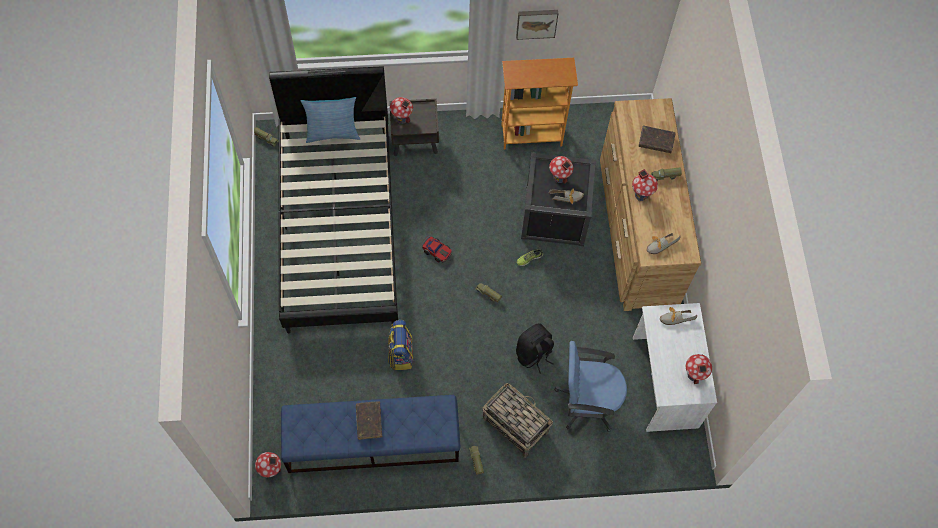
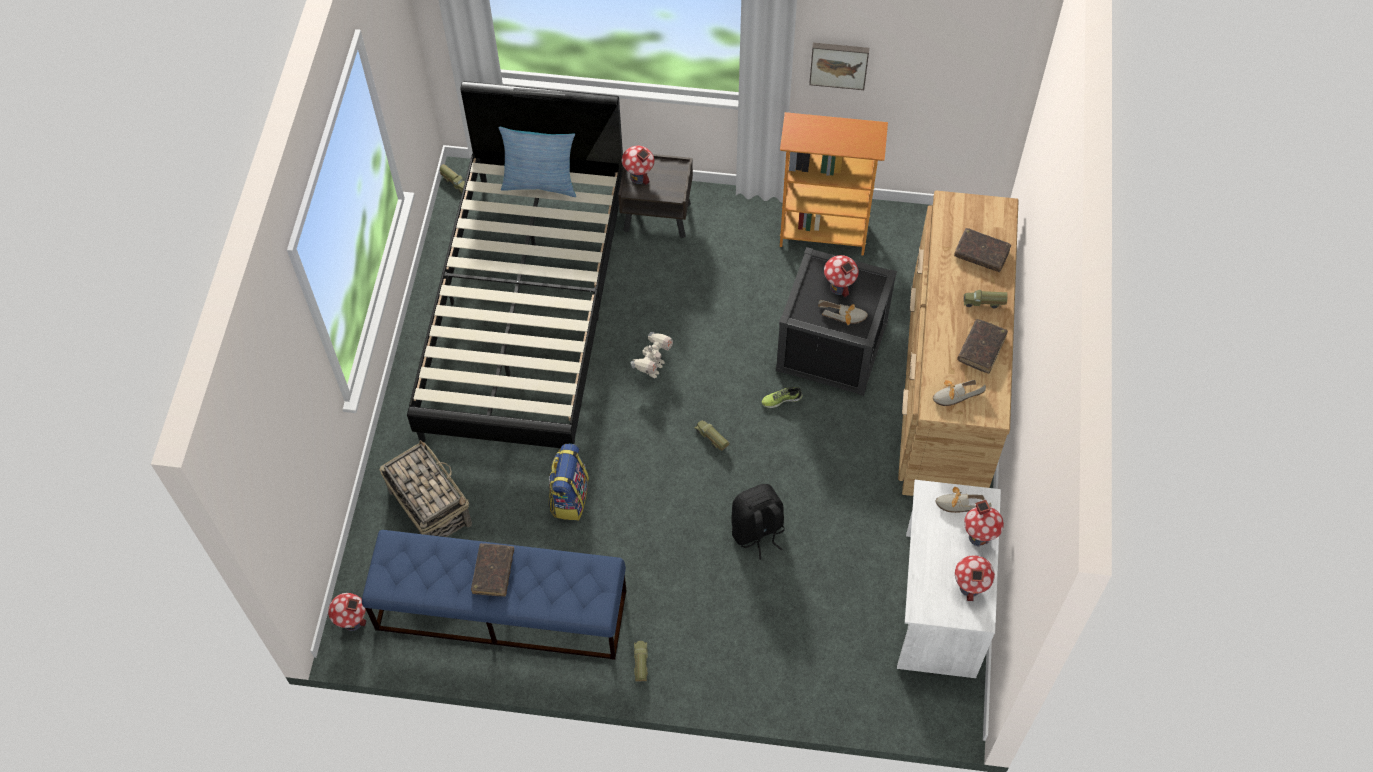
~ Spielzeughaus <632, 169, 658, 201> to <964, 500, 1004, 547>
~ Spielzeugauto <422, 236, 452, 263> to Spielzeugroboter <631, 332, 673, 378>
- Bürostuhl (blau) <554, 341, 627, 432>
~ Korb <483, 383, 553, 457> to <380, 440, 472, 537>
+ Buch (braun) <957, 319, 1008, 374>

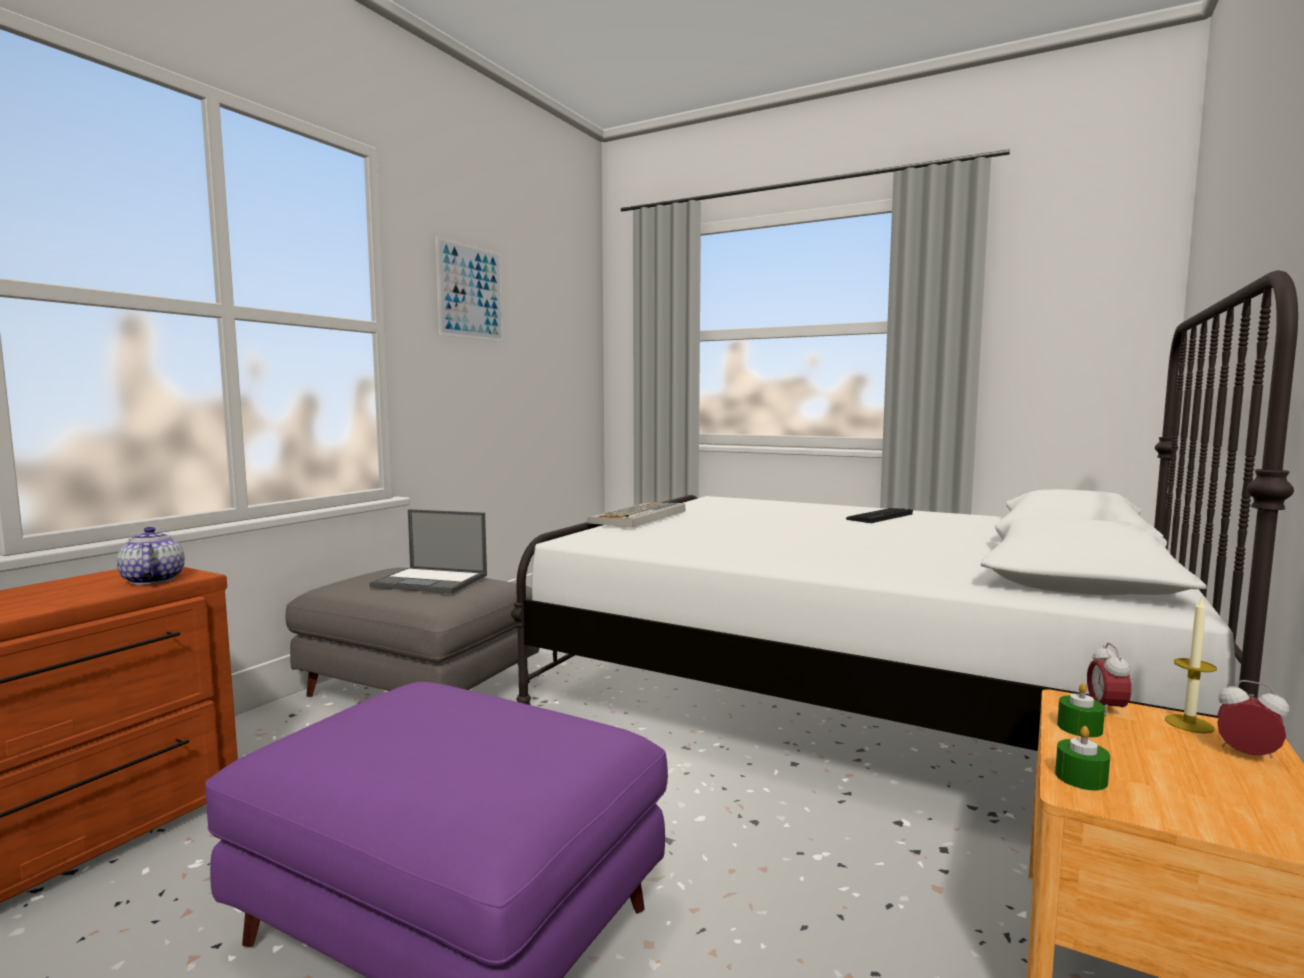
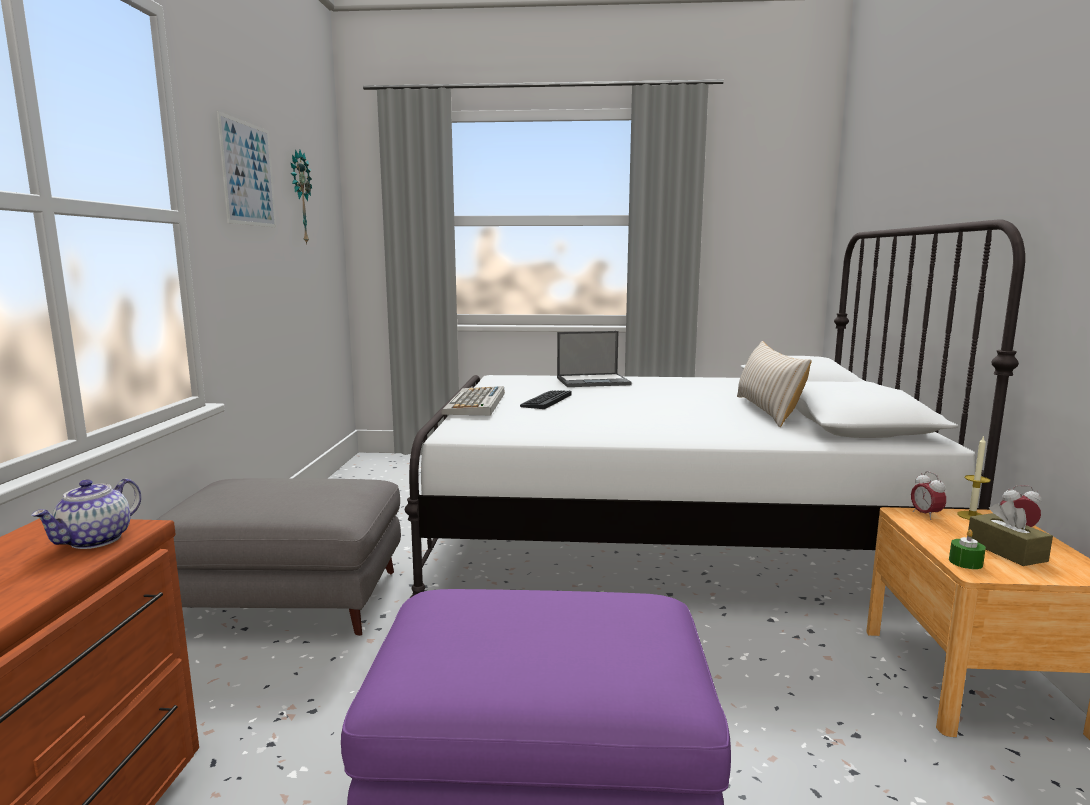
~ Tastatur <846, 508, 913, 523> to <520, 390, 571, 409>
~ Laptop <369, 509, 487, 594> to <557, 331, 632, 387>
~ Teekanne <117, 527, 185, 585> = <31, 478, 141, 549> 105 degrees counterclockwise
- Kerze (grün) <1057, 683, 1105, 738>
+ Wanduhr <291, 149, 312, 245>
+ Kissen (beige) <737, 341, 812, 427>
+ Taschentuchbox (braun) <968, 500, 1053, 566>

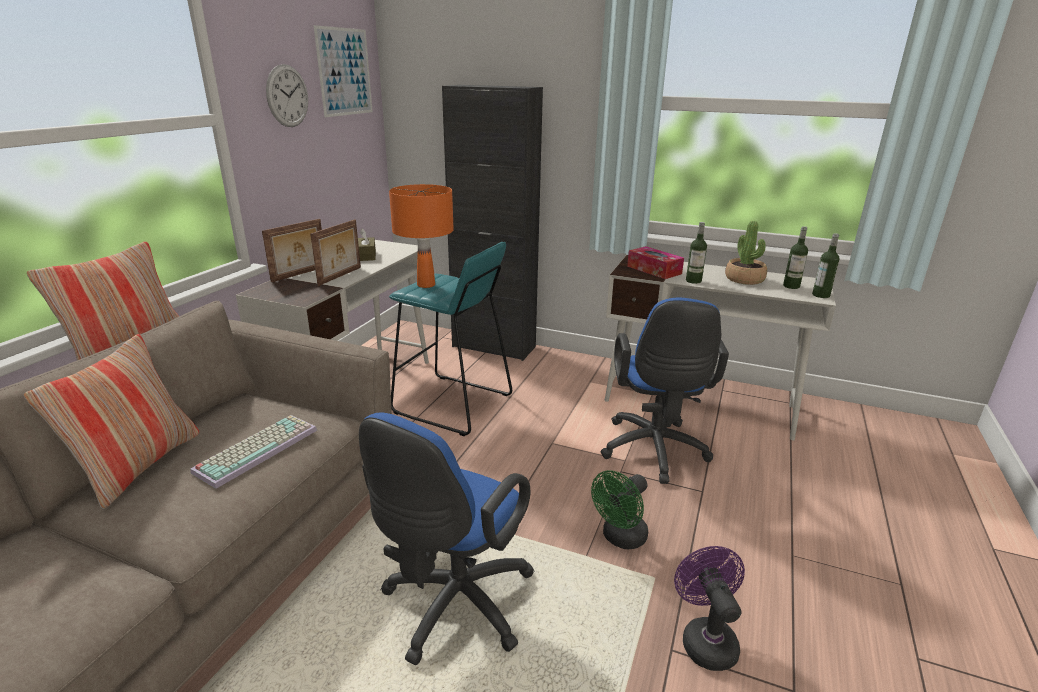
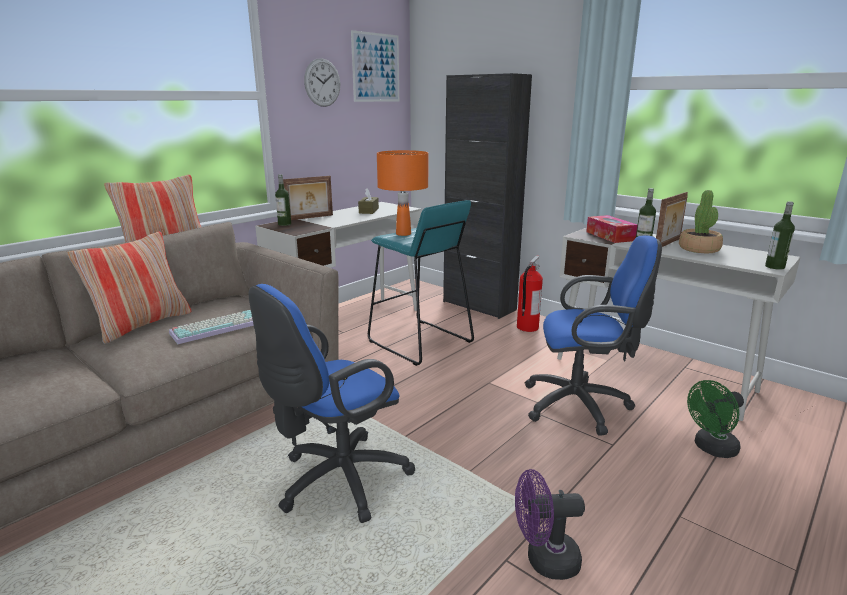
~ Bilderrahmen <310, 219, 361, 286> to <656, 192, 688, 247>
~ Flasche <783, 226, 808, 289> to <275, 174, 291, 226>
~ Bürostuhl (blau) <601, 298, 729, 484> = <525, 235, 662, 436> 105 degrees counterclockwise
~ Ventilator (grün) <591, 470, 648, 549> to <687, 380, 744, 458>
~ Ventilator (lila) <674, 546, 745, 671> = <515, 469, 585, 580> 105 degrees counterclockwise
+ Feuerlöscher <517, 255, 543, 332>

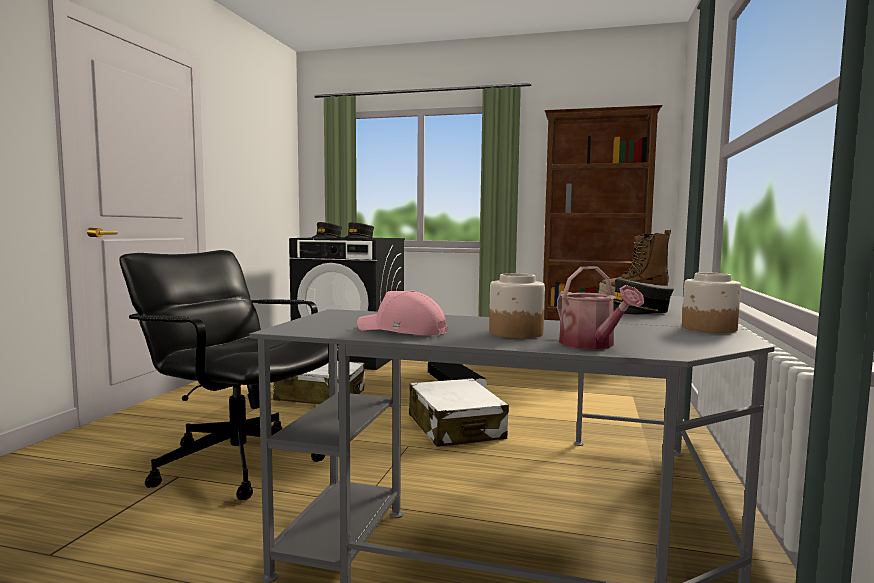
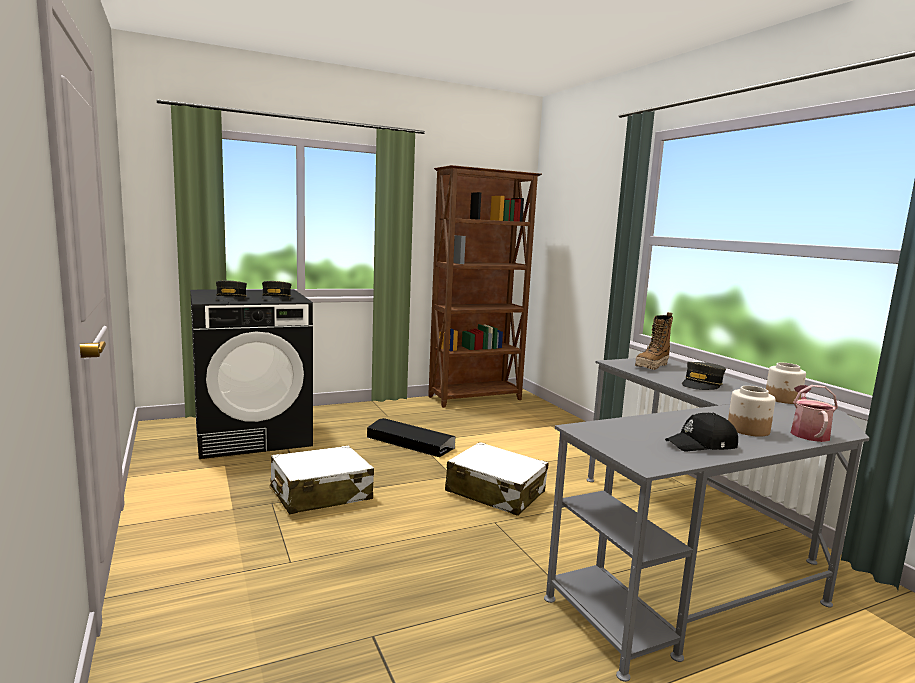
- Bürostuhl (schwarz) <119, 250, 338, 500>
~ Gießkanne <557, 266, 644, 349> = <791, 385, 838, 442> 105 degrees counterclockwise
~ Kappe (rosa) <357, 290, 448, 335> to Kappe (schwarz) <665, 413, 738, 452>

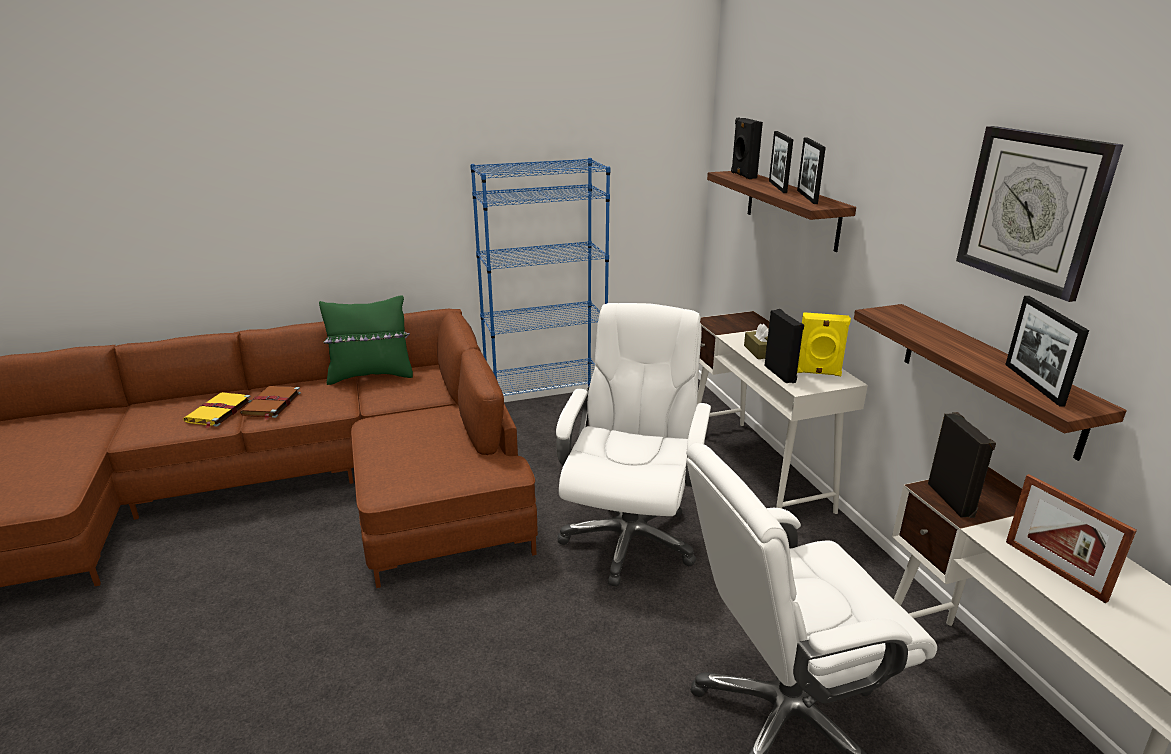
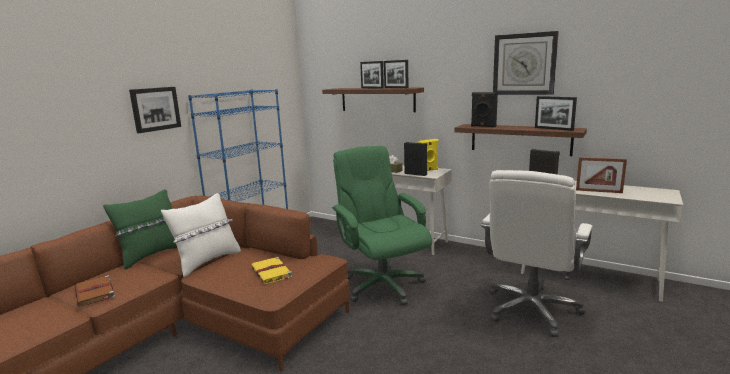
~ Lautsprecher (schwarz) <731, 118, 763, 179> to <471, 92, 498, 127>
~ Bürostuhl (weiß) <556, 303, 711, 587> to Bürostuhl (grün) <332, 146, 432, 305>
~ Buch (gelb) <183, 392, 252, 428> to <251, 257, 293, 284>
+ Bild <129, 87, 181, 133>
+ Kissen (weiß) <161, 193, 241, 277>

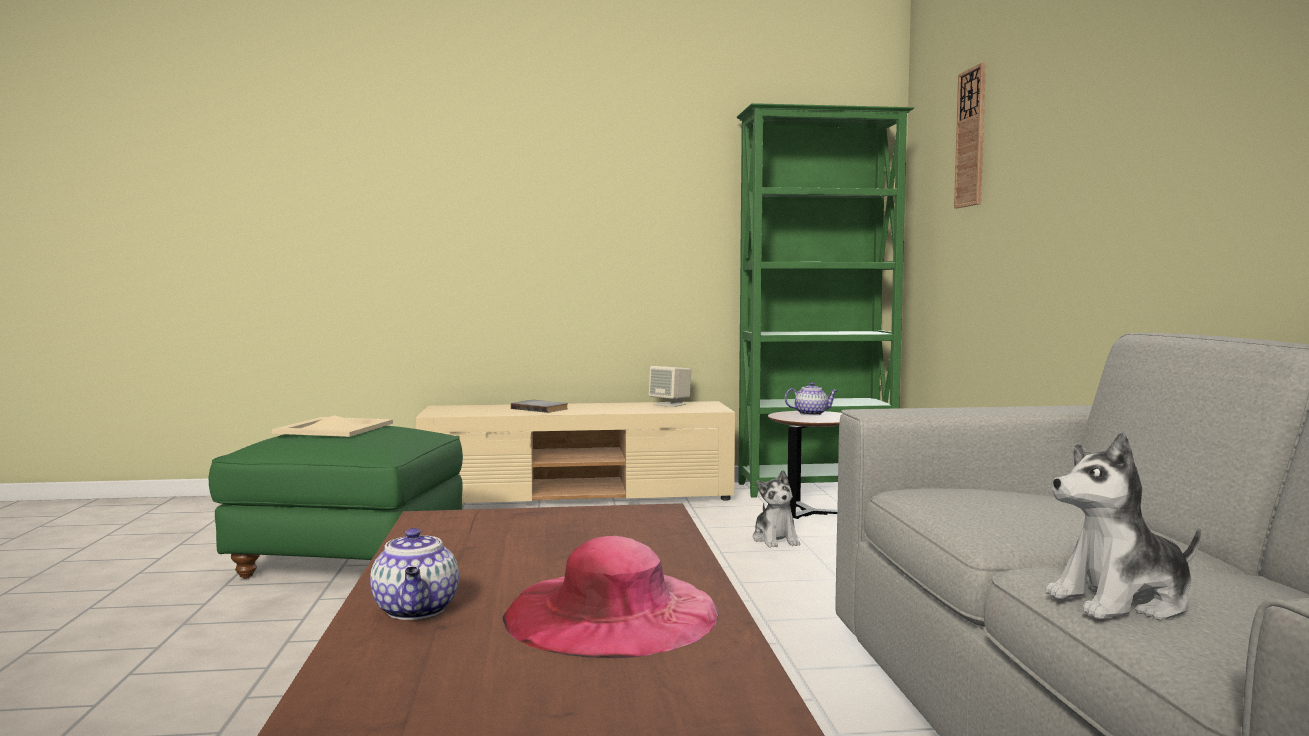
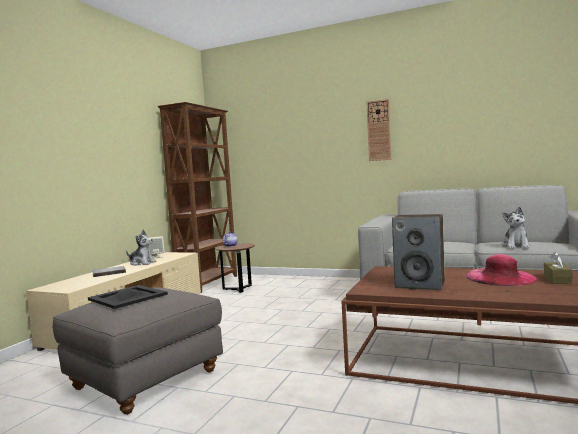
~ Wanduhr <954, 62, 986, 208> to <366, 99, 391, 161>
~ Bücherregal (grün) <736, 103, 914, 498> to Bücherregal (braun) <158, 102, 237, 293>
~ Tablett (beige) <272, 415, 393, 437> to Tablett (schwarz) <88, 285, 168, 309>
~ Polsterhocker (grün) <209, 426, 463, 579> to Polsterhocker (grau) <53, 287, 223, 415>
~ Plüschtier <753, 470, 800, 548> to <126, 230, 157, 266>
- Teekanne <370, 528, 459, 620>
+ Lautsprecher <392, 214, 445, 290>
+ Taschentuchbox (braun) <544, 252, 573, 284>

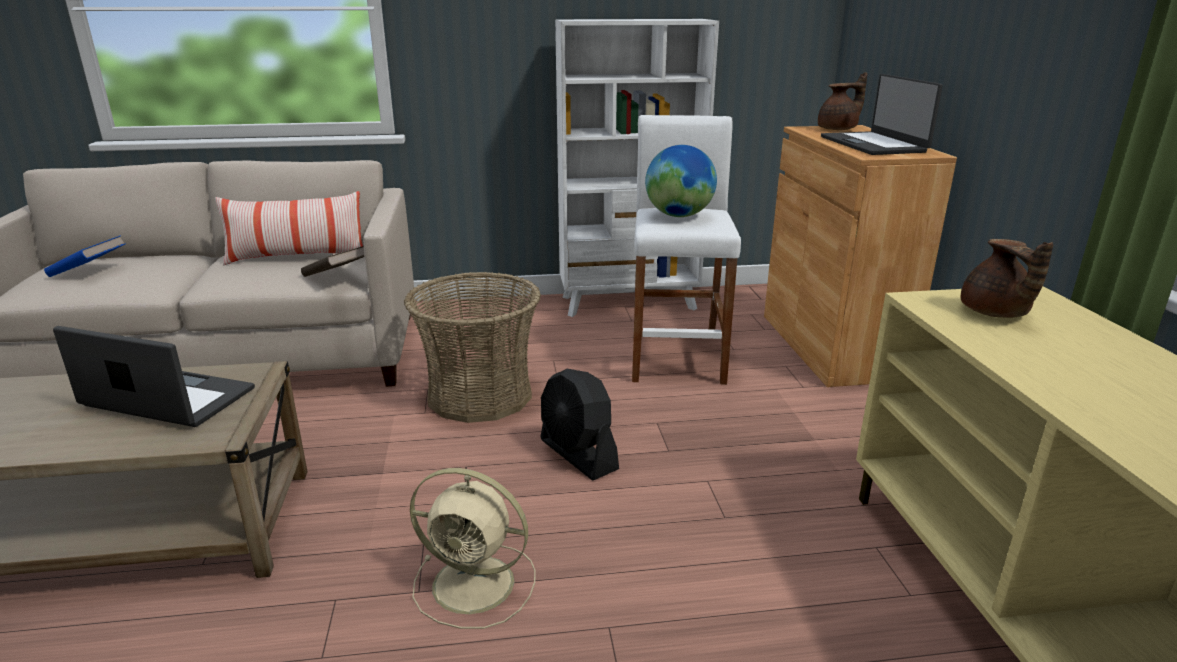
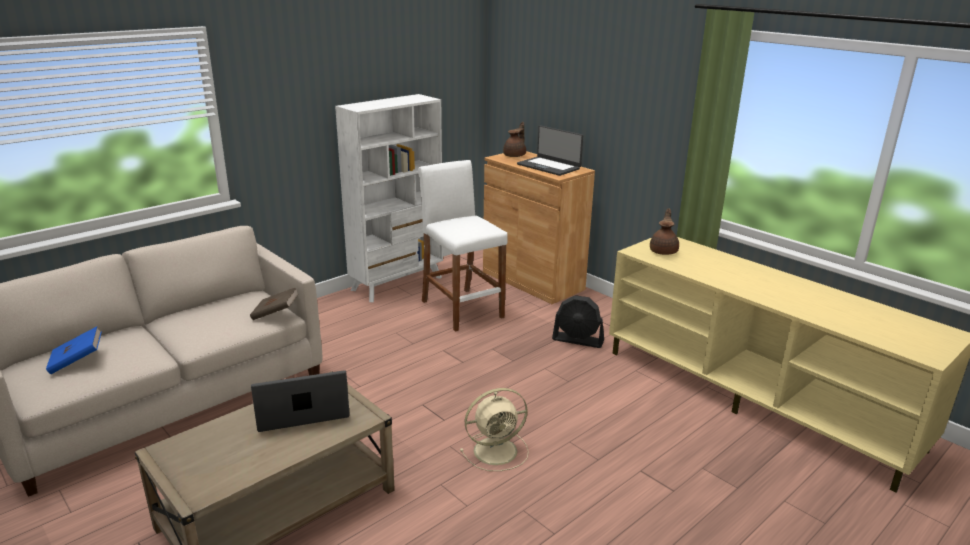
- Globus <645, 145, 717, 217>
- Kissen <215, 191, 363, 265>
~ Teekanne (braun) <960, 239, 1053, 318> = <650, 208, 679, 255> 120 degrees counterclockwise
- Korb <404, 272, 541, 423>
~ Ventilator (schwarz) <540, 369, 619, 480> to <552, 296, 604, 348>

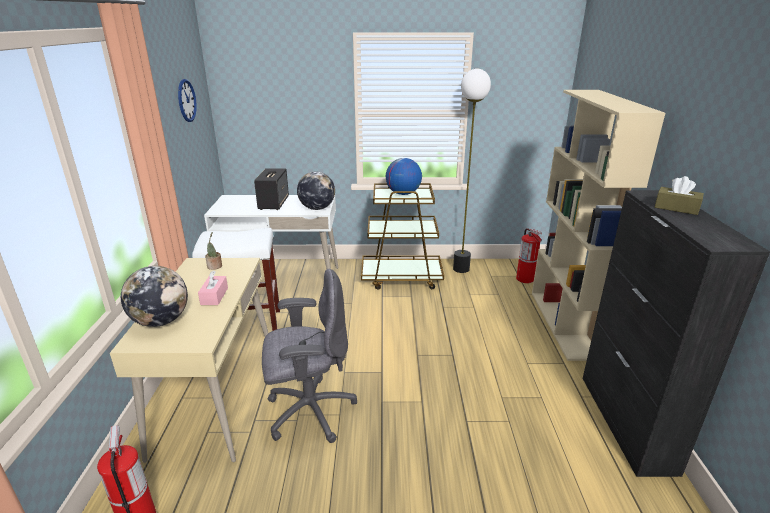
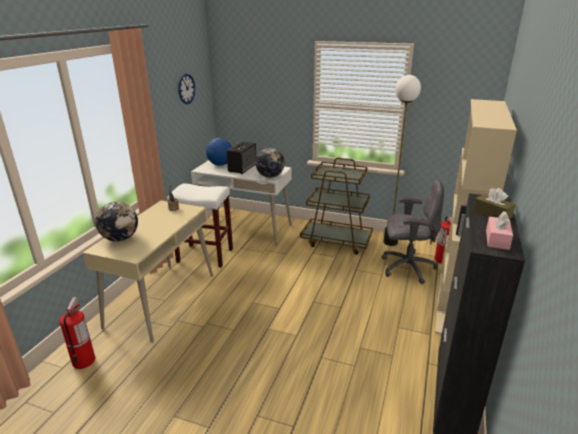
~ Globus <386, 158, 422, 195> to <206, 138, 232, 166>
~ Bürostuhl (grau) <262, 269, 357, 443> to <382, 180, 444, 284>
~ Taschentuchbox (rosa) <198, 271, 228, 305> to <486, 211, 513, 250>

